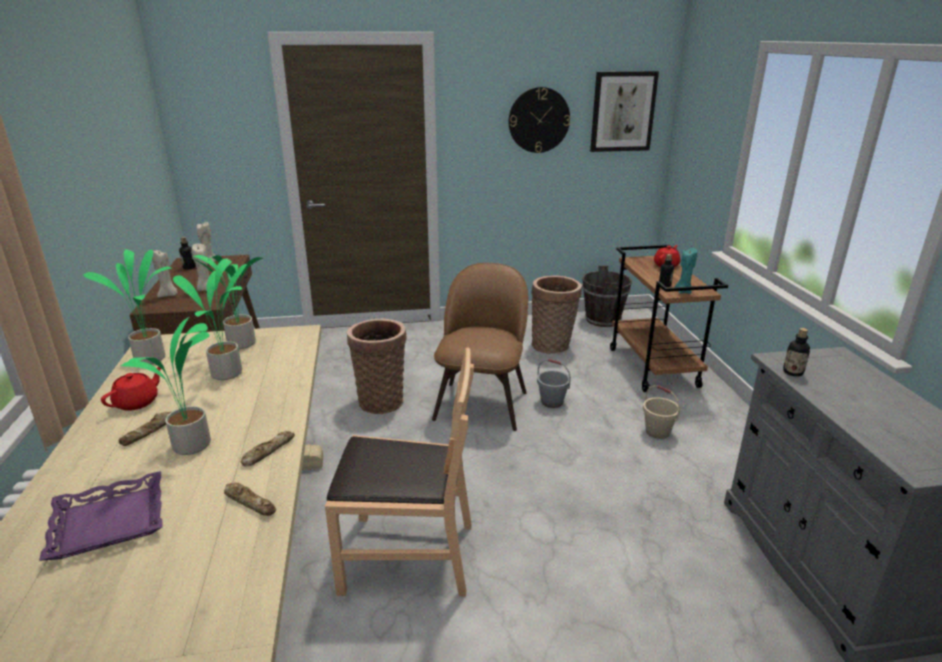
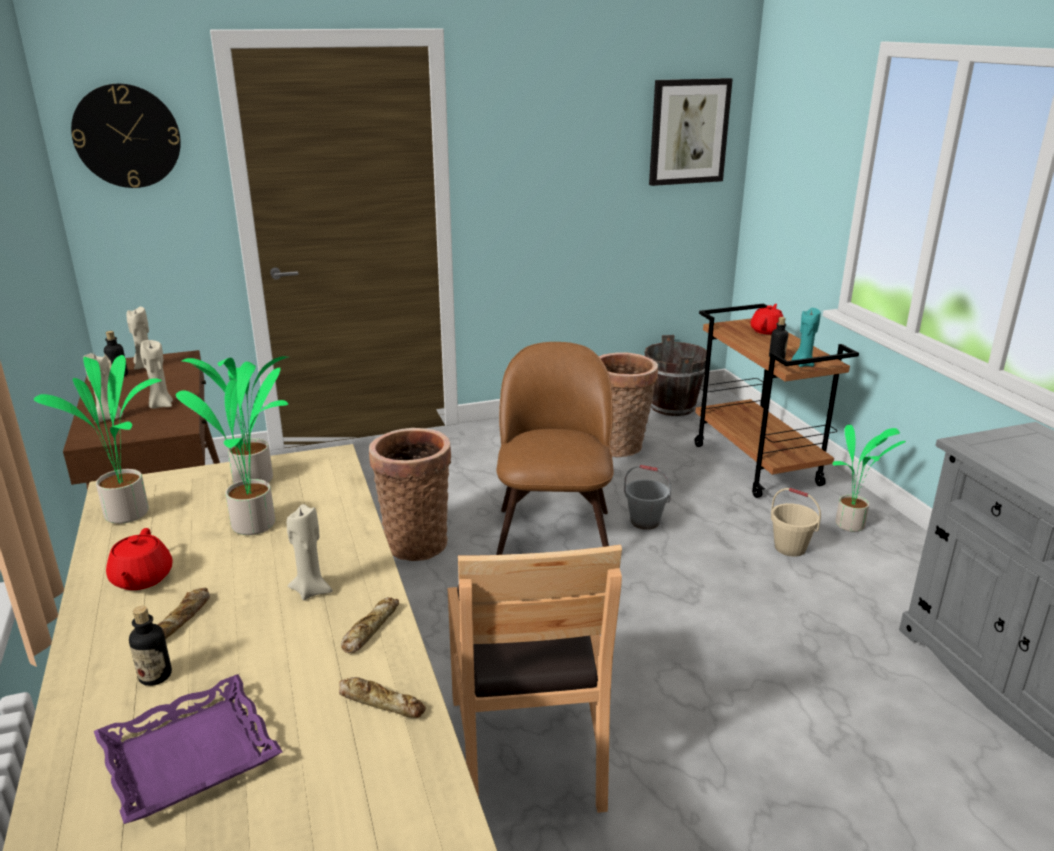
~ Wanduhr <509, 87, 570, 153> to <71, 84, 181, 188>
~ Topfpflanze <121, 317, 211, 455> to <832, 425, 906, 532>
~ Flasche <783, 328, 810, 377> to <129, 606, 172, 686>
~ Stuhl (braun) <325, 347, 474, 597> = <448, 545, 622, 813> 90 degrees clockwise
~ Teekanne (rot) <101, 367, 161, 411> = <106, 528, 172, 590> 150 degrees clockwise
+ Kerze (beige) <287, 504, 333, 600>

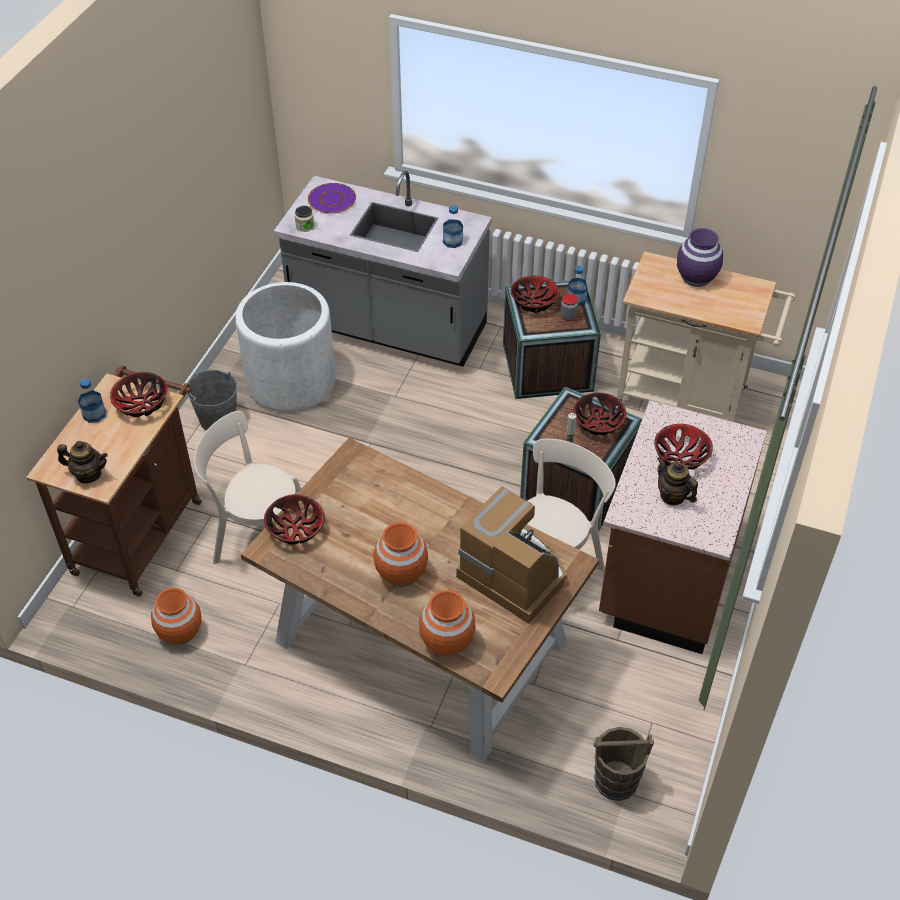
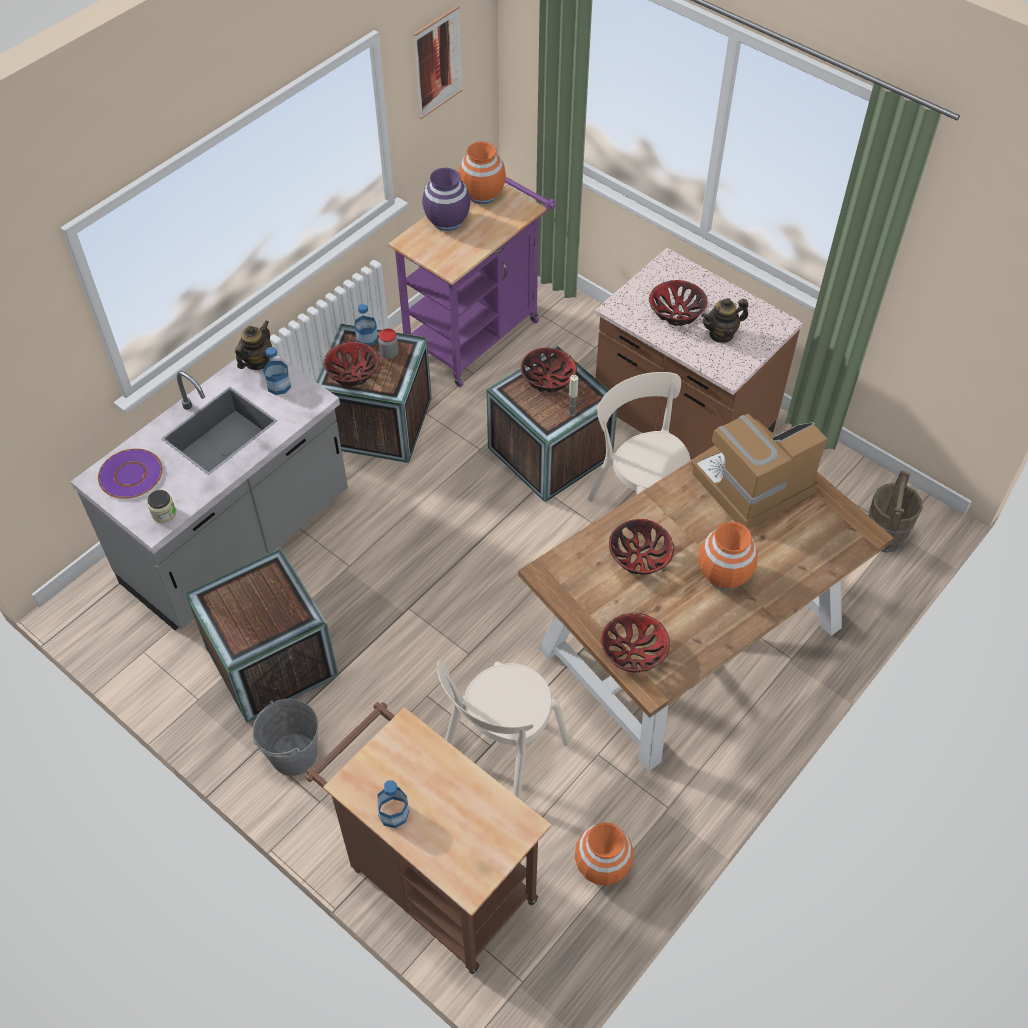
~ Rollwagen (beige) <616, 251, 795, 422> to Rollwagen (lila) <388, 177, 556, 387>
~ Pflanzkübel (weiß) <235, 282, 336, 413> to Kiste <185, 548, 339, 723>
~ Schüssel <110, 372, 168, 417> to <609, 519, 674, 575>
~ Teekanne <57, 441, 108, 483> to <235, 320, 272, 370>
~ Vase (orange) <419, 590, 476, 656> to <459, 141, 506, 204>
+ Bild <414, 6, 462, 119>

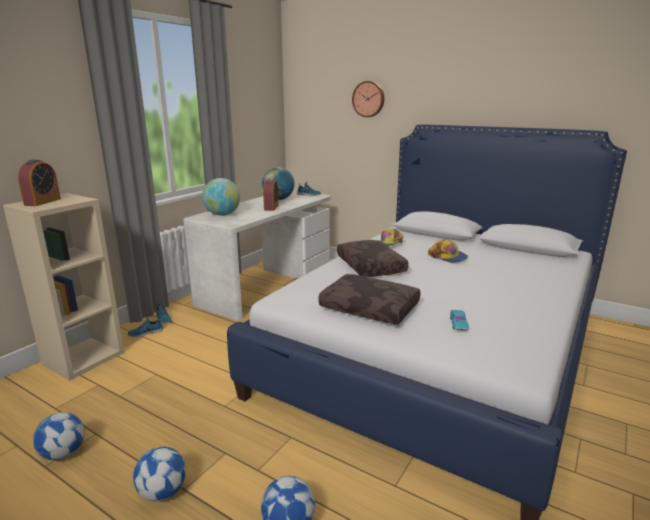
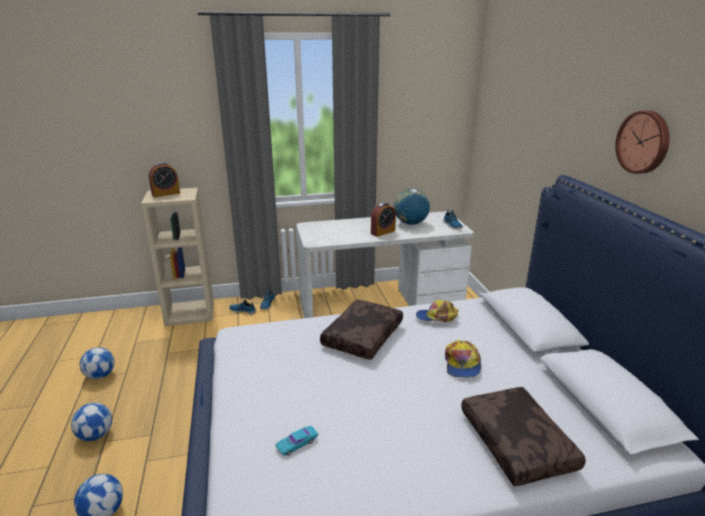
~ Wanduhr <352, 81, 384, 117> to <615, 111, 670, 174>
- Globus <202, 178, 240, 216>
~ Kissen (braun) <318, 274, 420, 325> to <461, 387, 586, 486>

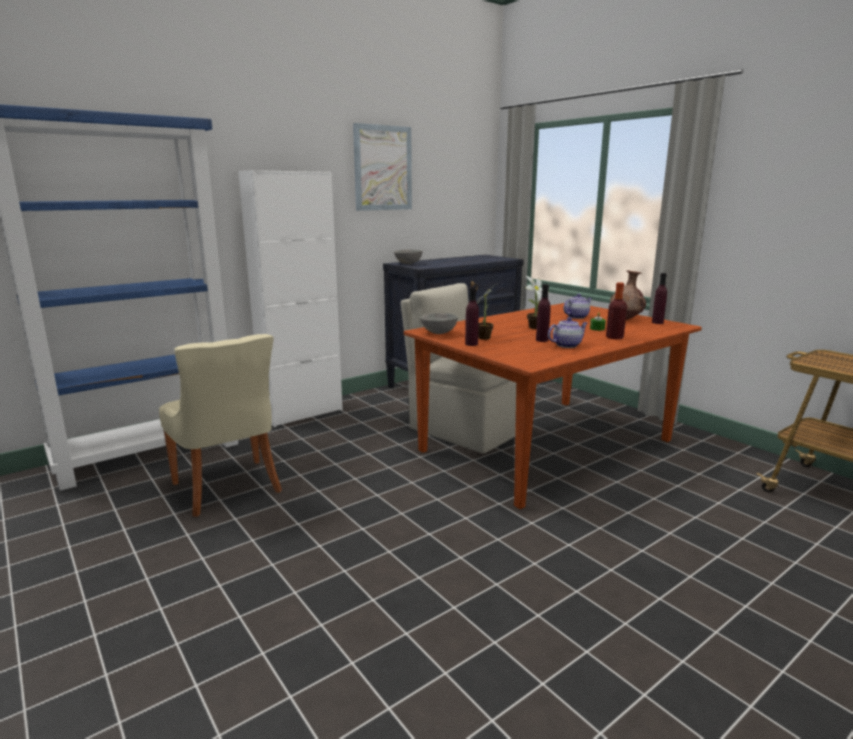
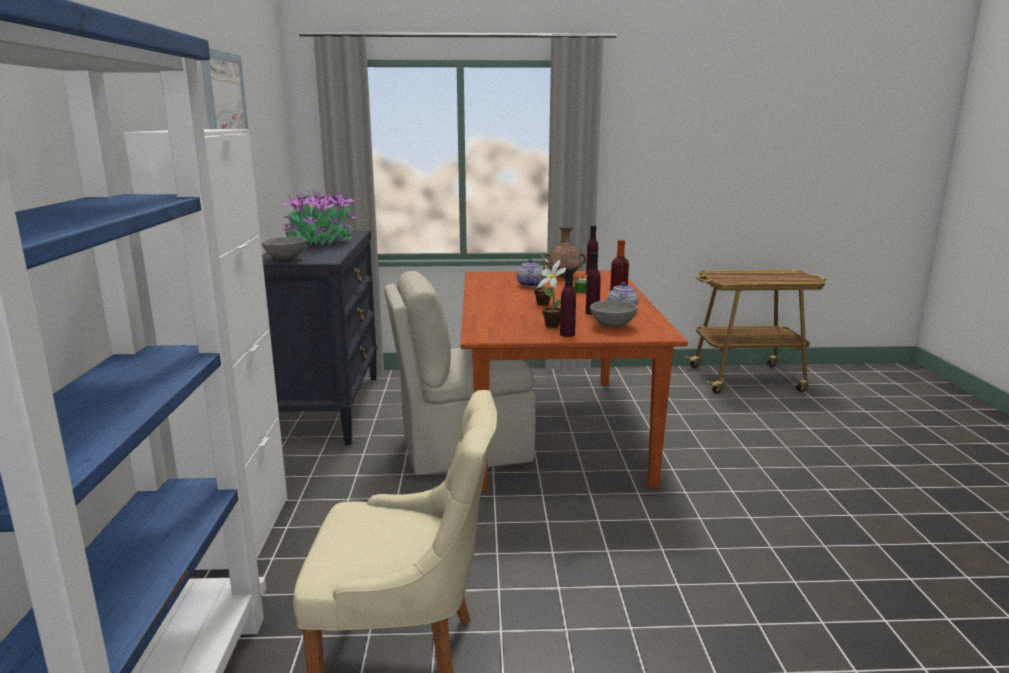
~ Schüssel (grau) <420, 313, 458, 334> to <590, 300, 637, 328>
+ Topfpflanze <282, 187, 356, 247>

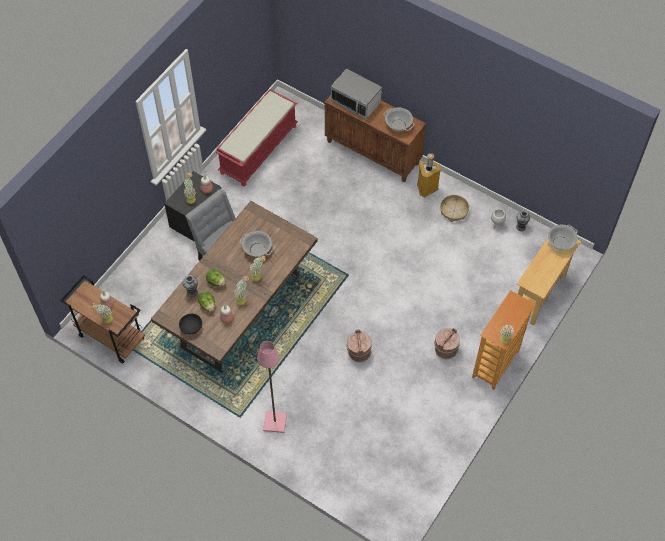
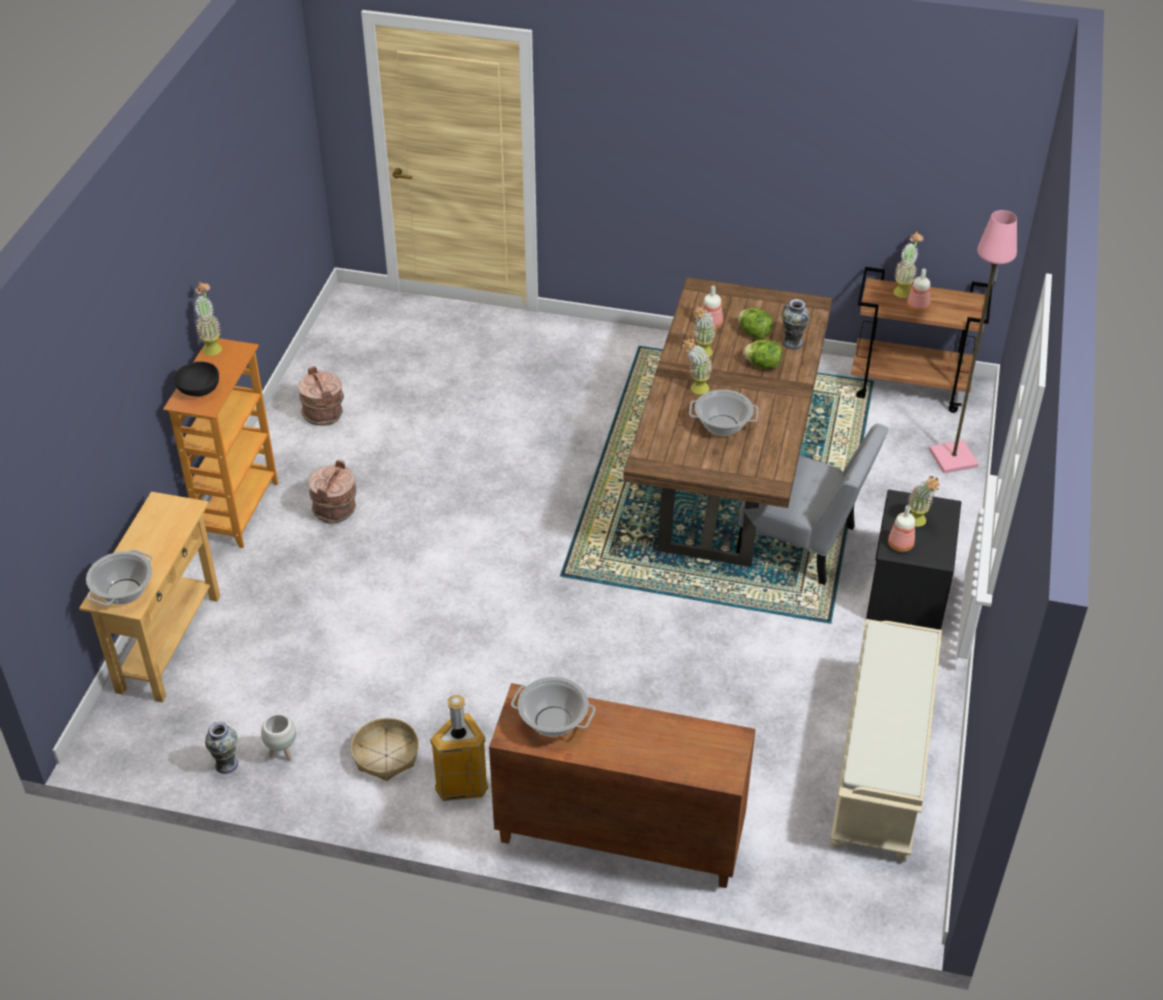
- Mikrowelle <331, 69, 382, 119>
~ Bank (rot) <215, 89, 298, 186> to Bank (beige) <831, 619, 942, 861>
~ Schüssel (schwarz) <179, 314, 202, 334> to <173, 361, 219, 396>
~ Eimer (braun) <347, 329, 372, 362> to <298, 366, 344, 426>
~ Stehlampe (rosa) <257, 341, 287, 433> to <929, 210, 1017, 473>

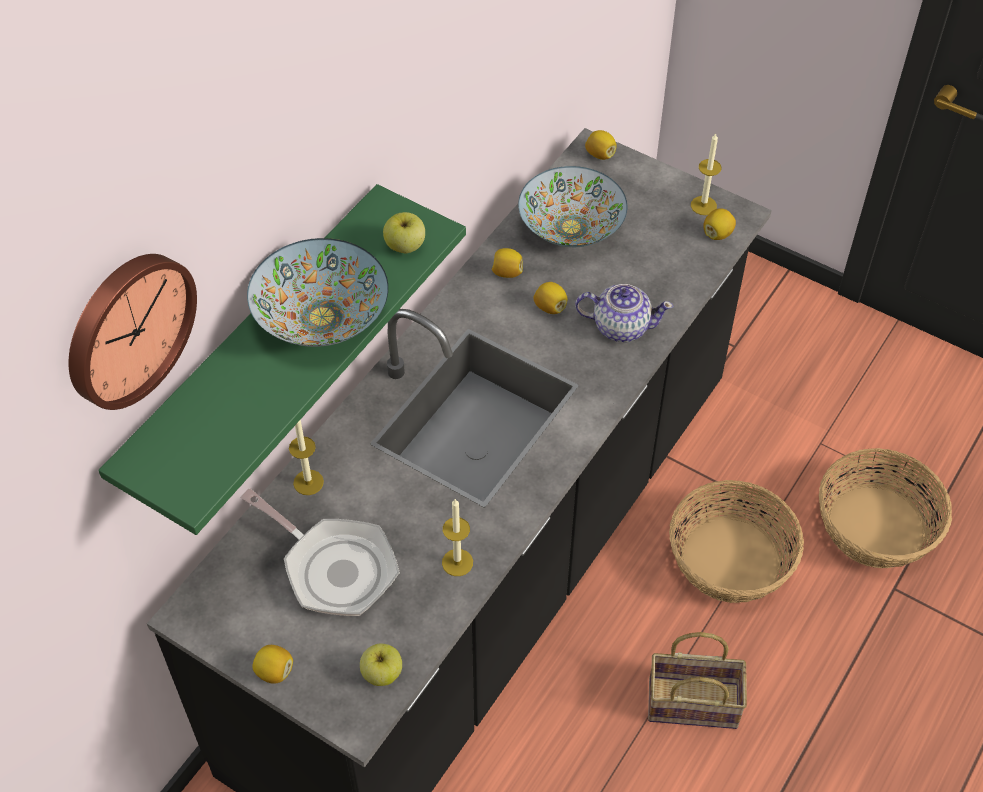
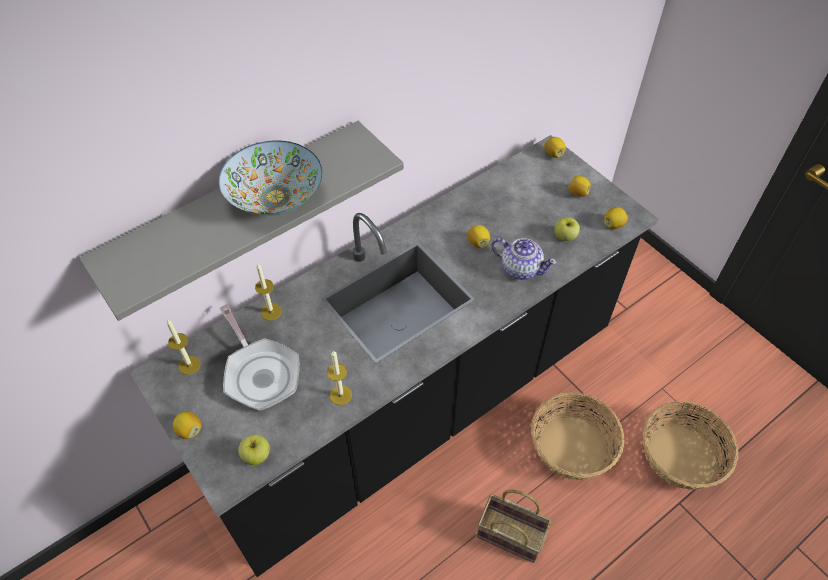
~ Kerze <691, 133, 722, 215> to <167, 319, 201, 375>
- Schüssel <518, 166, 627, 248>
~ Wandregal (grün) <98, 184, 466, 535> to Wandregal (grau) <79, 121, 404, 321>
~ Apfel <383, 212, 425, 253> to <554, 217, 580, 241>
~ Zitrone <492, 248, 523, 278> to <568, 176, 591, 197>
- Wanduhr <69, 254, 197, 410>

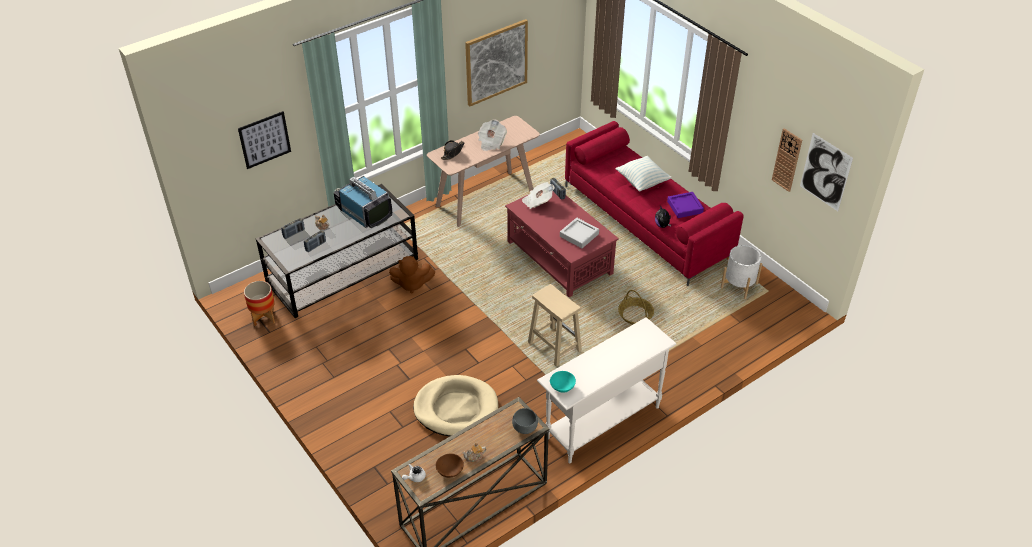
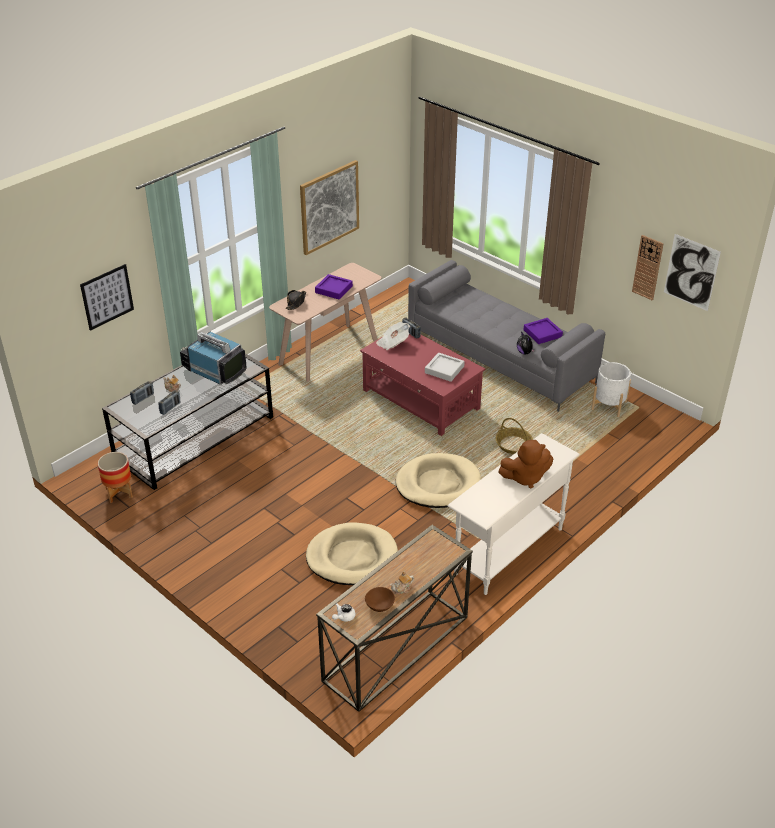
~ Zeitung <478, 119, 507, 151> to Tablett (lila) <315, 274, 353, 300>
~ Sofa (rot) <565, 121, 744, 286> to Sofa (grau) <408, 260, 605, 412>
- Kissen <615, 156, 672, 192>
~ Plüschtier (braun) <389, 256, 435, 294> to <498, 440, 554, 488>
~ Hocker (beige) <528, 284, 582, 367> to Hundebett (beige) <396, 453, 481, 508>
- Schüssel (türkis) <550, 371, 576, 393>
- Schüssel (grau) <512, 408, 538, 434>

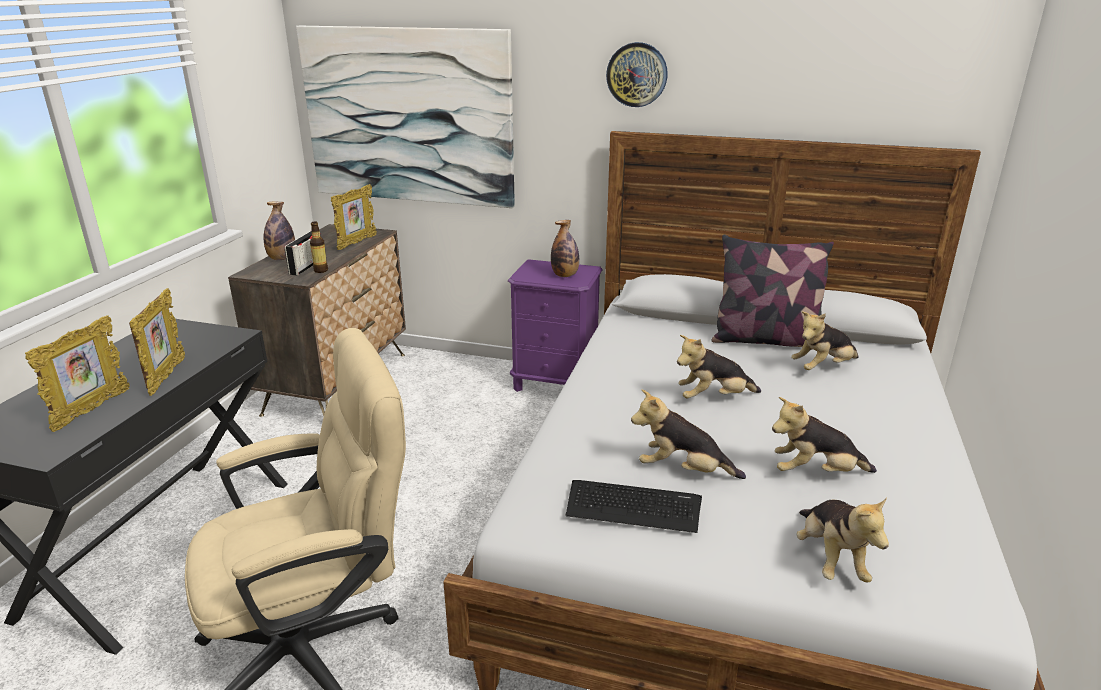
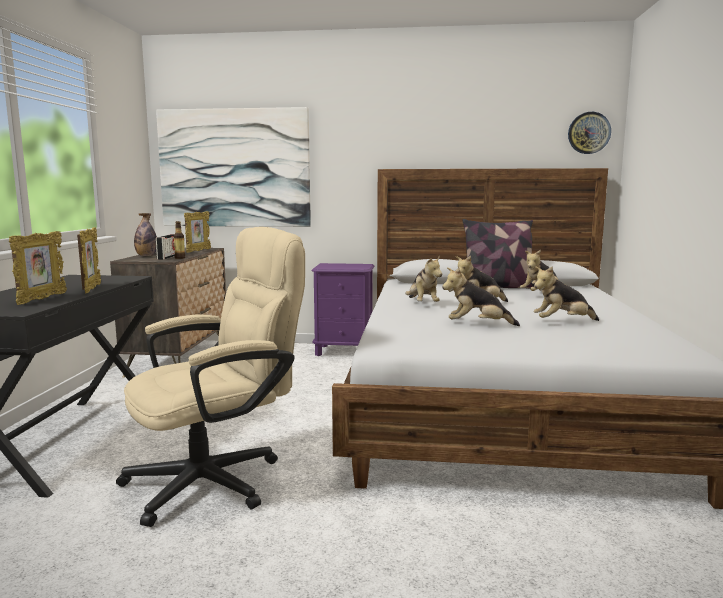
~ Wanduhr <606, 42, 668, 107> to <568, 112, 611, 154>
- Flasche <551, 220, 579, 277>
- Tastatur <566, 480, 702, 533>
~ Plüschtier <797, 497, 889, 582> to <405, 256, 442, 302>

